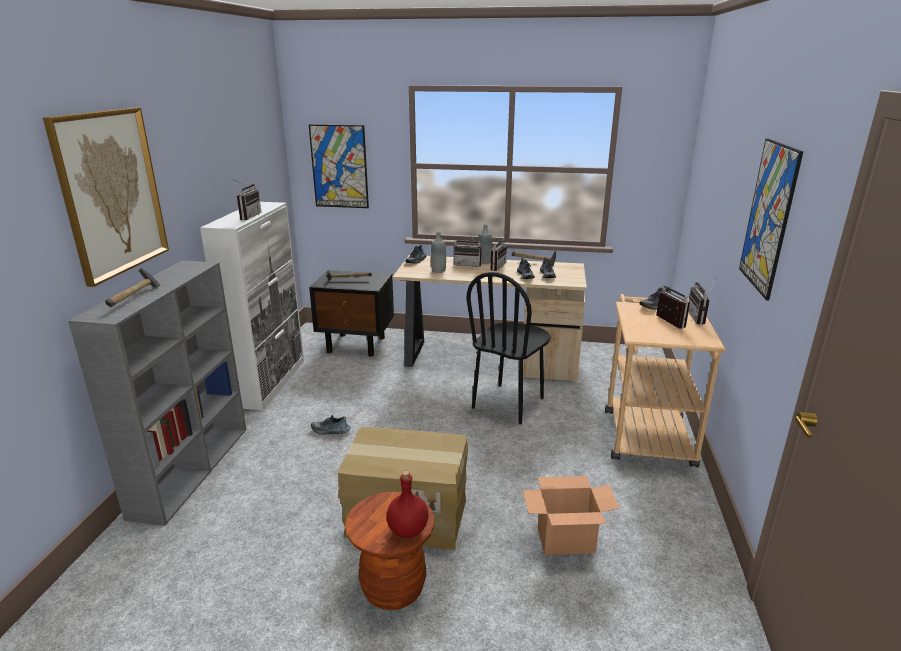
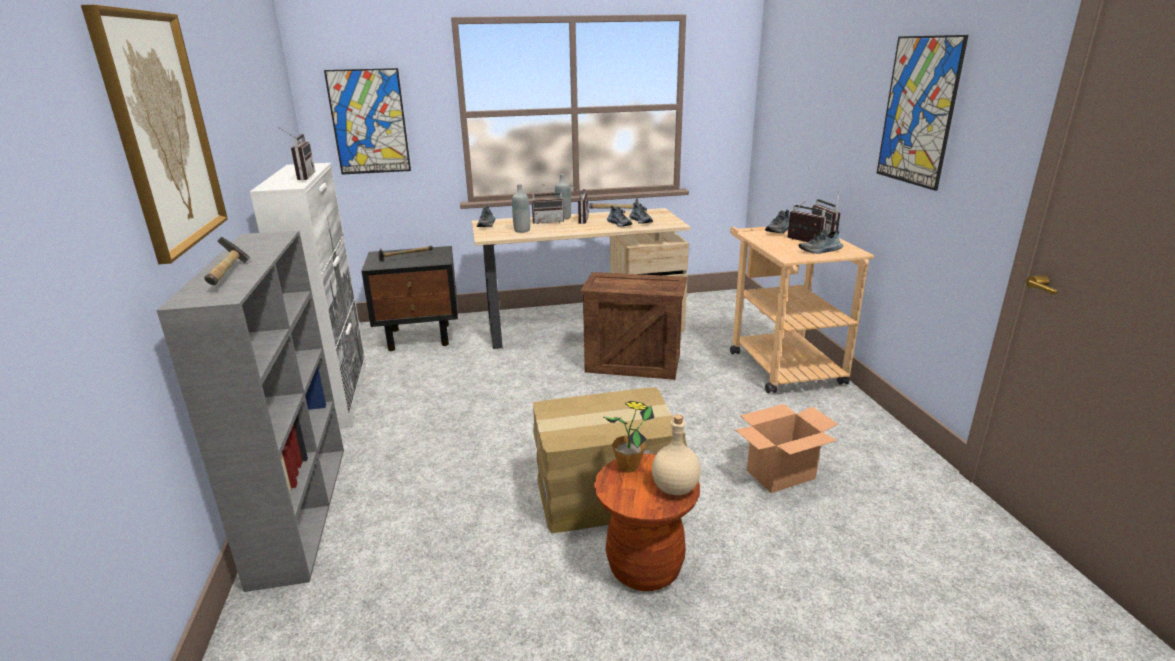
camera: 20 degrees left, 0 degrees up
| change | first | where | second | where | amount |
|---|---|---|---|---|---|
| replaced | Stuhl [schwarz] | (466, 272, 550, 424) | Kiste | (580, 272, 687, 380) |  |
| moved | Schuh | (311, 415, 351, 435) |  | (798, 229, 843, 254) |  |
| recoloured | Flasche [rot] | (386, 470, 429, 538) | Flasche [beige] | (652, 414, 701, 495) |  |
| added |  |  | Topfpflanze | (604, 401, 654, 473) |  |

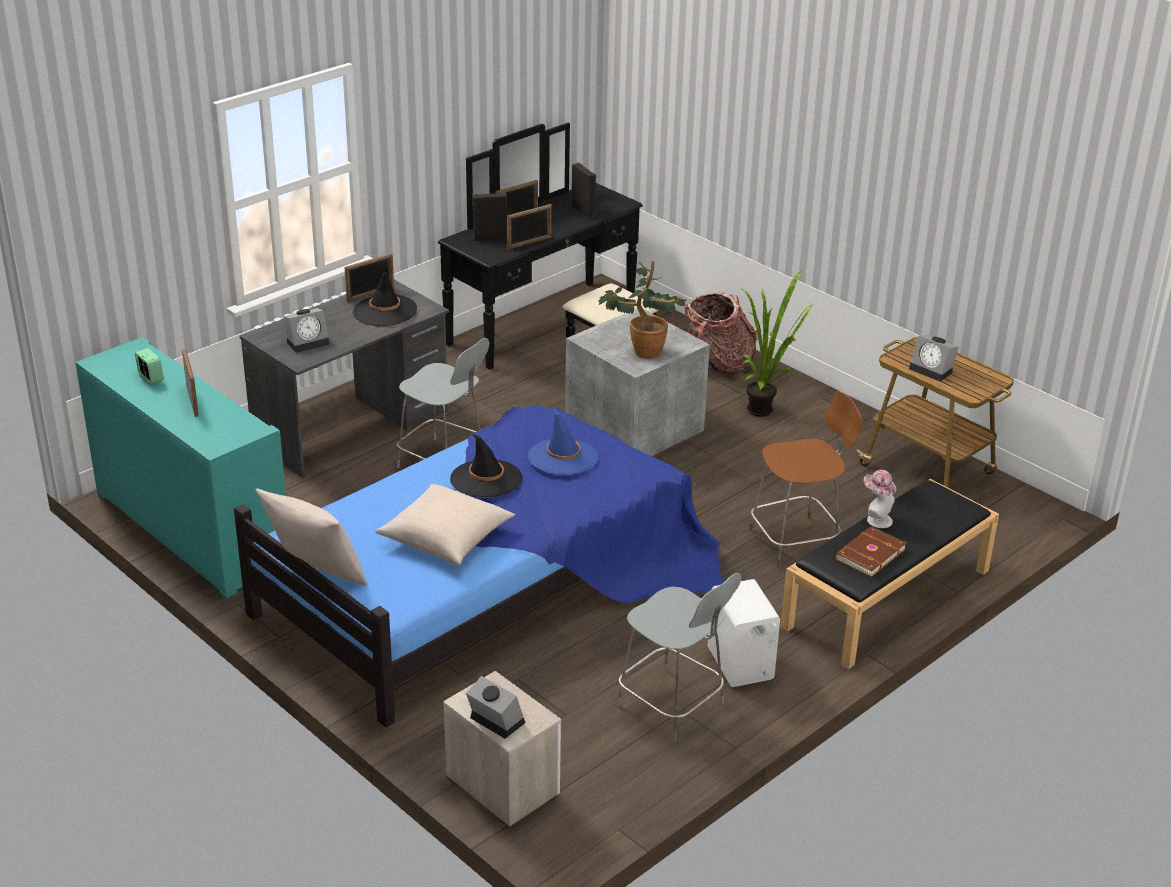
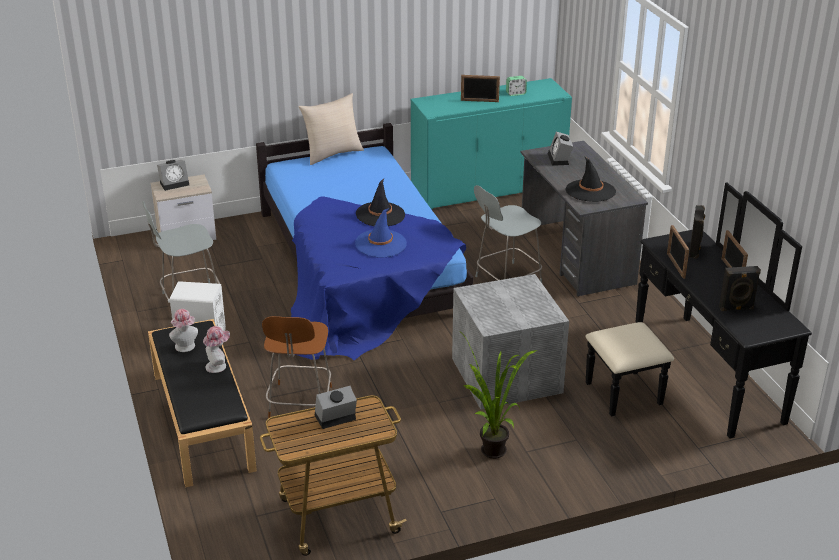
camera: 115 degrees right, 0 degrees up
| change | first | where | second | where | amount |
|---|---|---|---|---|---|
| removed | Bilderrahmen | (344, 253, 394, 302) |  |  |  |
| removed | Topfpflanze | (598, 261, 686, 359) |  |  |  |
| removed | Rucksack | (671, 291, 758, 375) |  |  |  |
| removed | Kissen [beige] | (375, 484, 515, 565) |  |  |  |
| replaced | Buch [braun] | (835, 526, 906, 577) | Hut | (169, 309, 198, 352) |  |

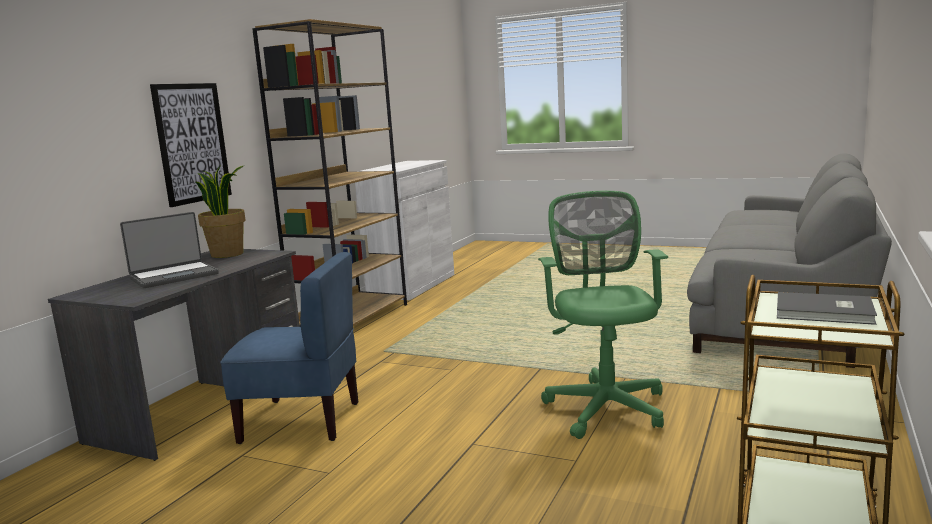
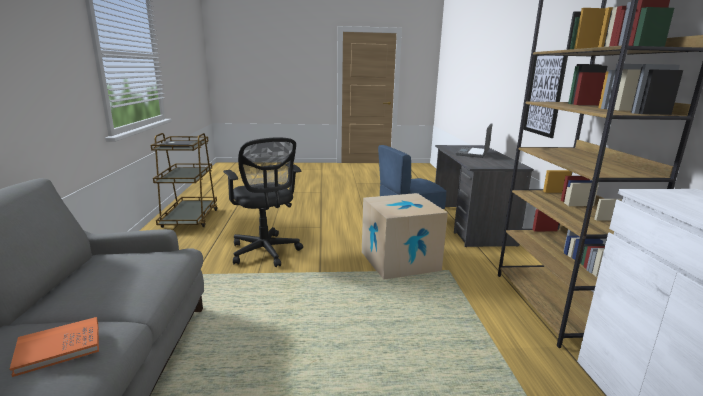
camera: 150 degrees right, 5 degrees up
| change | first | where | second | where | amount |
|---|---|---|---|---|---|
| removed | Topfpflanze | (195, 166, 246, 258) |  |  |  |
| recoloured | Bürostuhl [grün] | (538, 191, 668, 439) | Bürostuhl [schwarz] | (223, 138, 303, 267) |  |
| added |  |  | Karton | (362, 193, 448, 280) |  |
| added |  |  | Buch [orange] | (10, 317, 99, 377) |  |

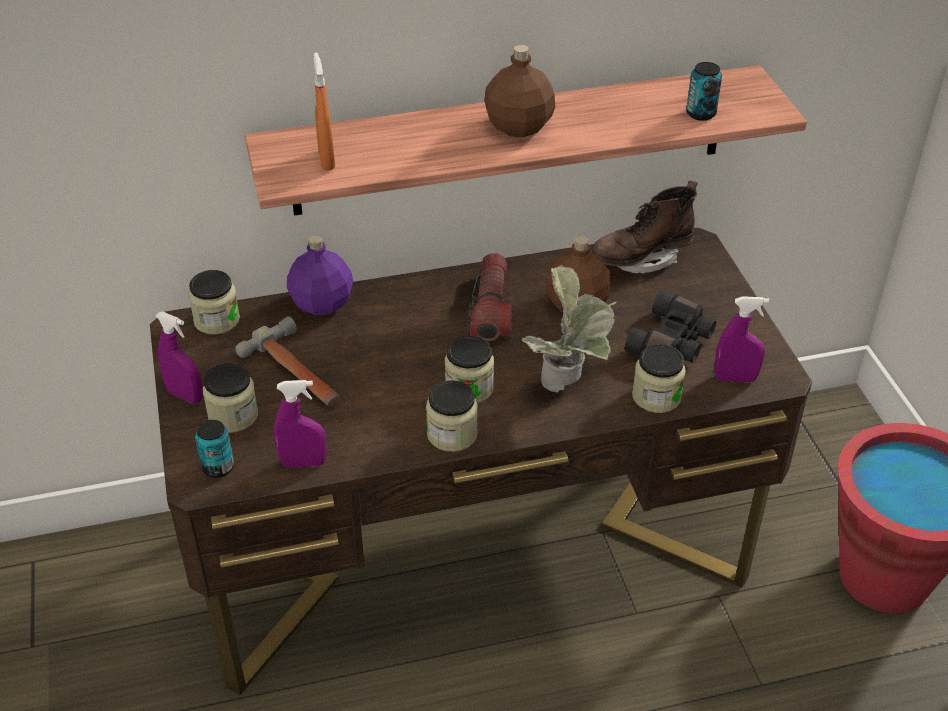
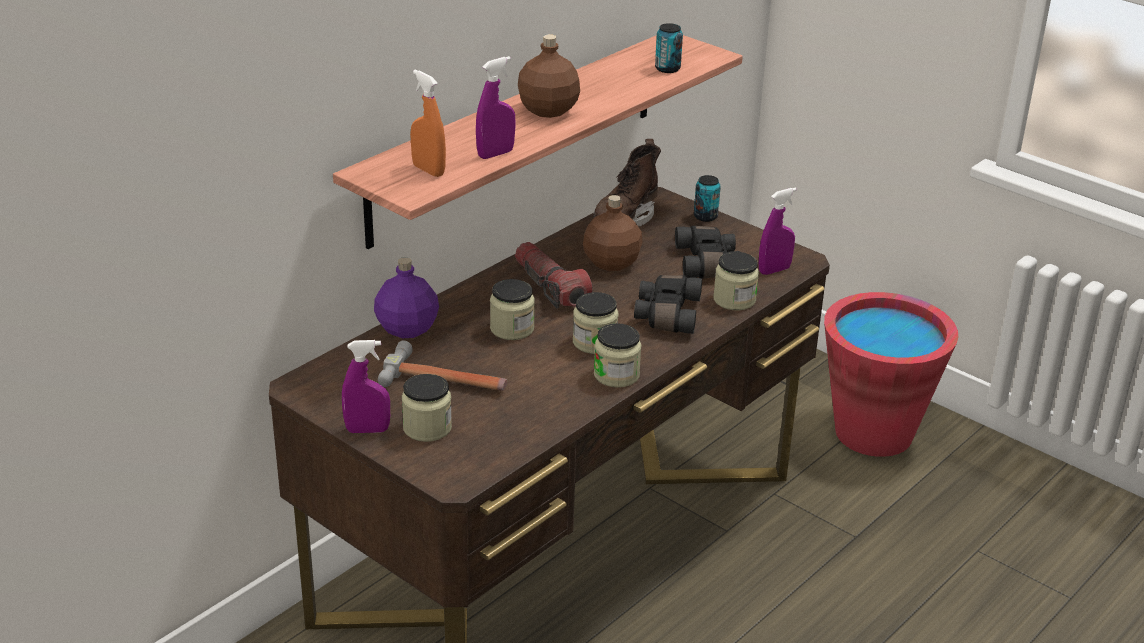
camera: 35 degrees left, 10 degrees down
| change | first | where | second | where | amount |
|---|---|---|---|---|---|
| replaced | Topfpflanze | (522, 265, 617, 393) | Fernglas [schwarz] | (634, 275, 702, 334) |  |
| moved | Vorratsglas | (188, 270, 240, 335) |  | (490, 279, 535, 340) |  |
| moved | Sprühflasche [lila] | (274, 380, 327, 468) |  | (476, 56, 516, 159) |  |
| moved | Dose | (195, 420, 234, 478) |  | (694, 175, 721, 222) |  |

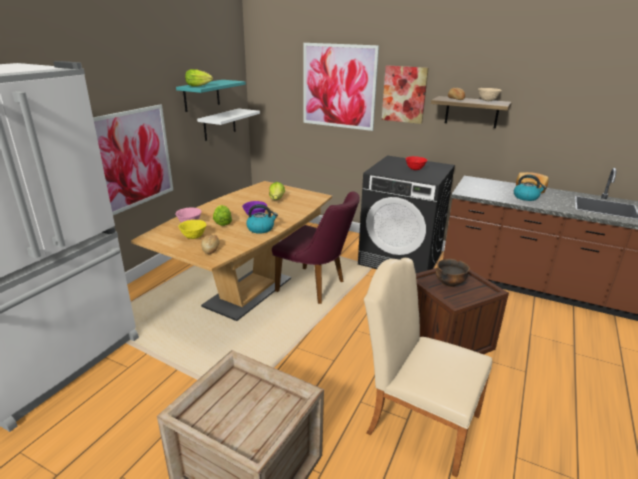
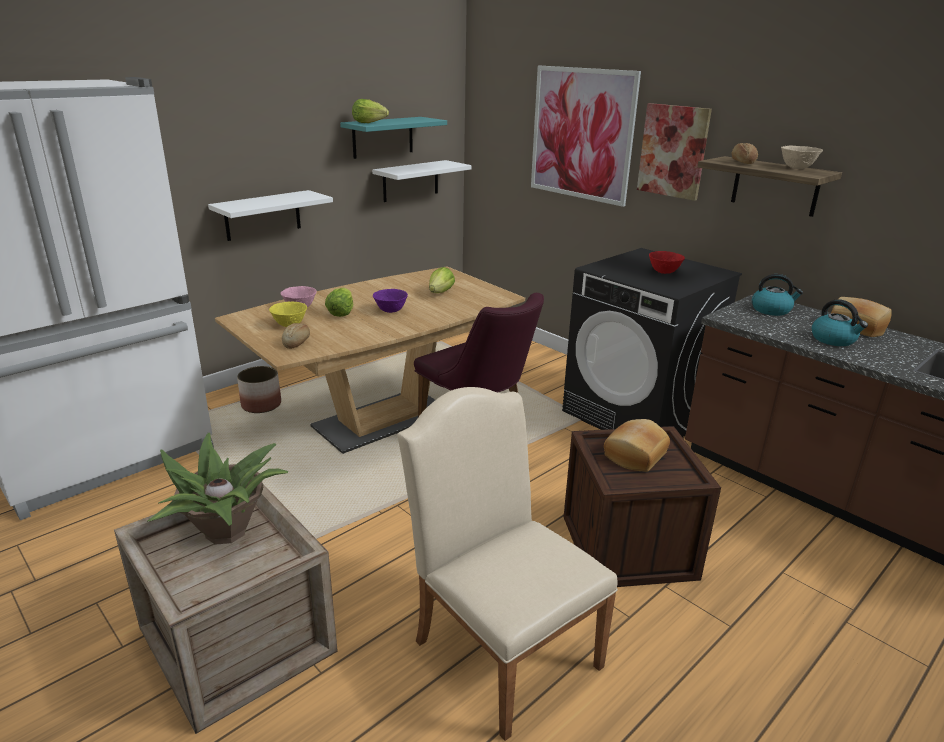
camera: 20 degrees right, 0 degrees up
| change | first | where | second | where | amount |
|---|---|---|---|---|---|
| replaced | Bild | (93, 104, 173, 215) | Wandregal [weiß] | (208, 190, 333, 241) |  |
| moved | Wasserkessel | (246, 204, 278, 234) |  | (752, 274, 803, 316) |  |
| replaced | Schüssel | (436, 259, 470, 287) | Brot | (604, 419, 670, 472) |  |
| added |  |  | Pflanzkübel | (237, 366, 281, 413) |  |
| added |  |  | Topfpflanze | (147, 433, 289, 545) |  |

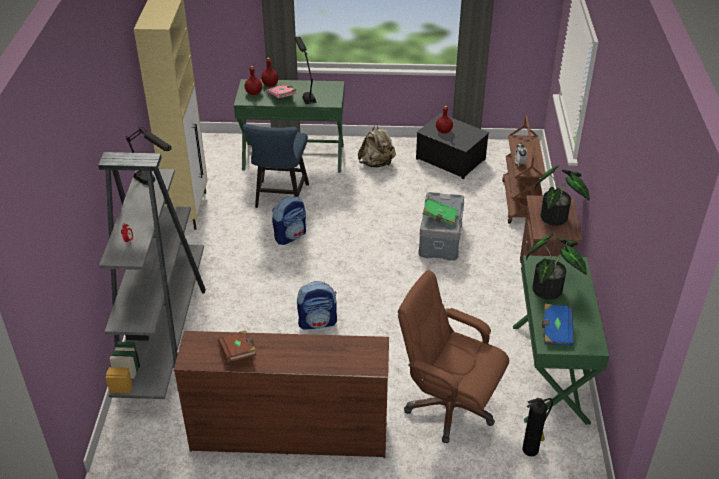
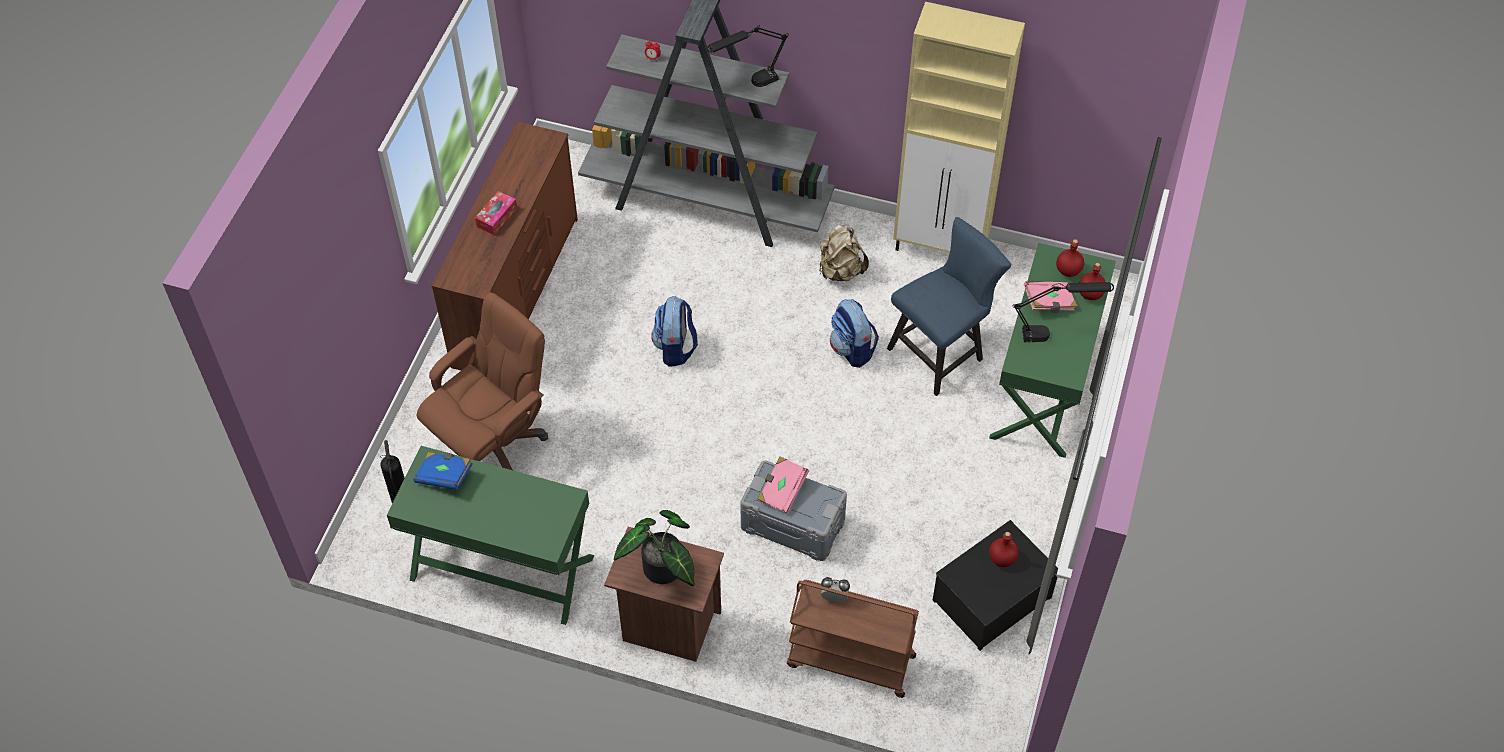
camera: 105 degrees right, 15 degrees up
| change | first | where | second | where | amount |
|---|---|---|---|---|---|
| turned | Stuhl [blau] | (242, 124, 309, 208) |  | (887, 217, 1011, 396) | 120 degrees clockwise |
| moved | Rucksack [beige] | (358, 124, 396, 167) |  | (819, 224, 869, 282) |  |
| recoloured | Buch [grün] | (422, 198, 458, 226) | Buch [rosa] | (757, 456, 809, 514) |  |
| removed | Topfpflanze | (526, 235, 587, 300) |  |  |  |
| removed | Buch [braun] | (218, 330, 256, 362) |  |  |  |
| added |  |  | Taschentuchbox | (475, 191, 517, 235) |  |

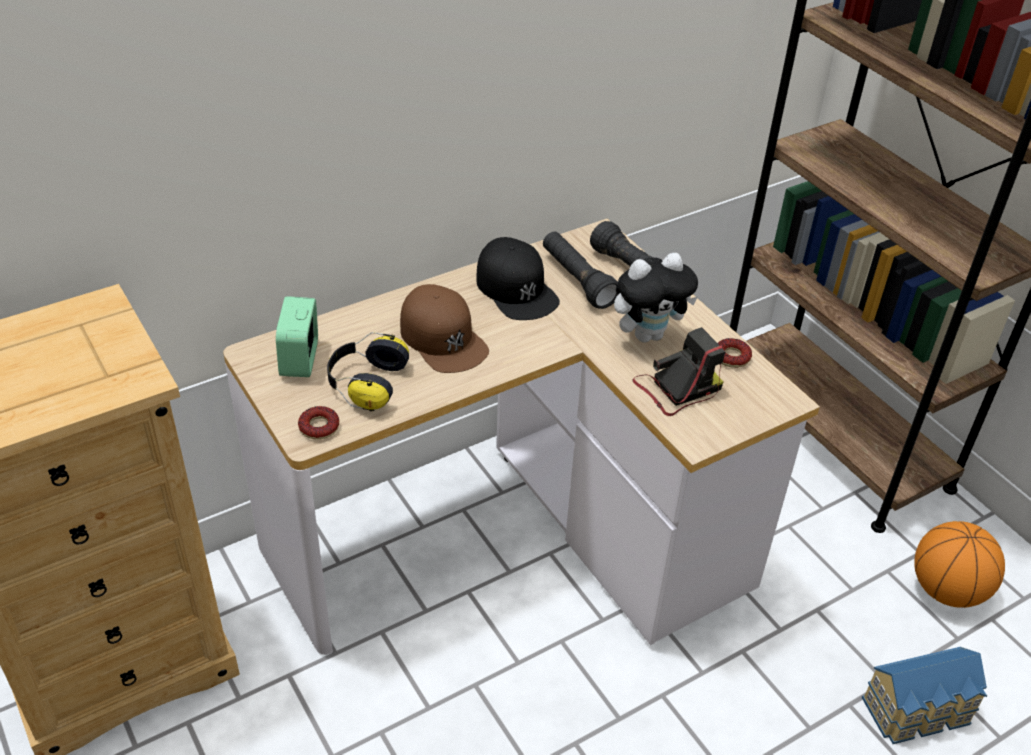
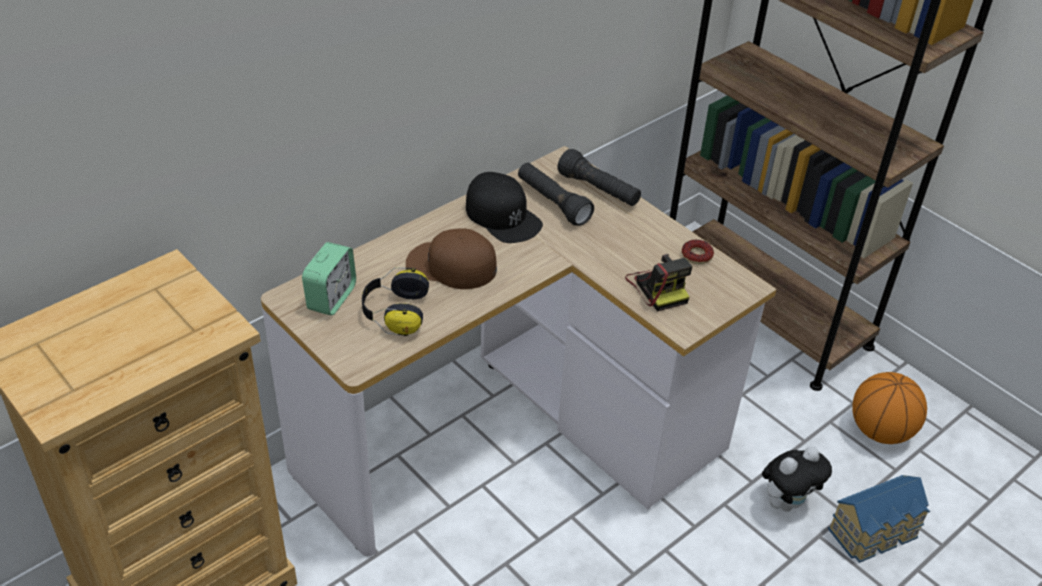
camera: 10 degrees left, 0 degrees up
| change | first | where | second | where | amount |
|---|---|---|---|---|---|
| moved | Plüschtier | (614, 253, 698, 342) |  | (762, 447, 832, 512) |  |
| turned | Kappe [braun] | (400, 284, 489, 373) |  | (406, 228, 497, 289) | 150 degrees clockwise |
| turned | Wecker | (276, 296, 318, 377) |  | (302, 242, 356, 316) | 150 degrees counterclockwise |
| turned | Kamera | (632, 327, 726, 416) |  | (625, 254, 692, 312) | 105 degrees clockwise |
| removed | Donut | (298, 406, 339, 439) |  |  |  |

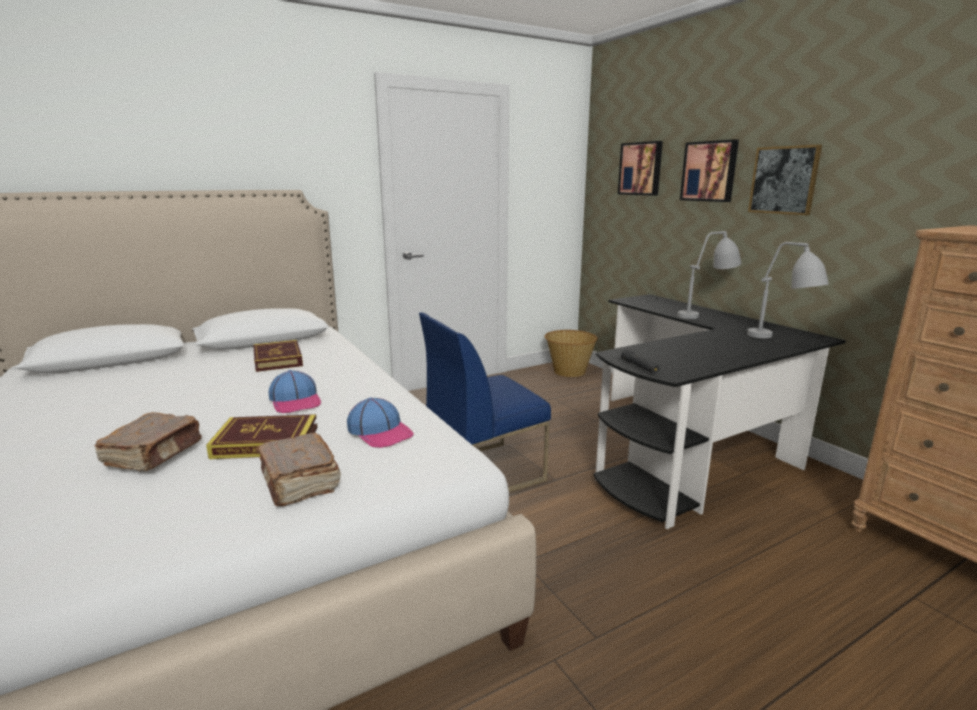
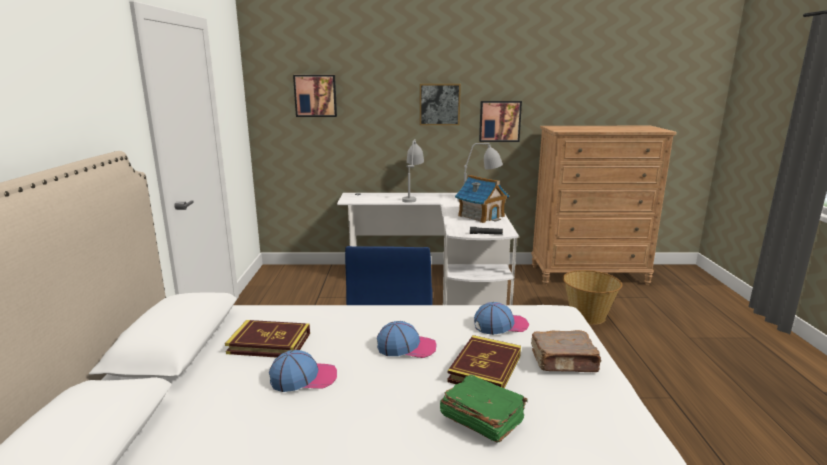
camera: 60 degrees left, 0 degrees up
| change | first | where | second | where | amount |
|---|---|---|---|---|---|
| moved | Bild | (680, 139, 739, 202) |  | (479, 101, 522, 142) |  |
| recoloured | Schreibtisch [schwarz] | (594, 294, 846, 529) | Schreibtisch [weiß] | (337, 193, 519, 305) |  |
| moved | Korb | (544, 330, 597, 377) |  | (563, 270, 622, 324) |  |
| recoloured | Buch [braun] | (94, 412, 202, 471) | Buch [grün] | (440, 375, 528, 443) |  |
| added |  |  | Spielzeughaus | (455, 175, 509, 223) |  |
| added |  |  | Kappe | (269, 350, 337, 392) |  |

